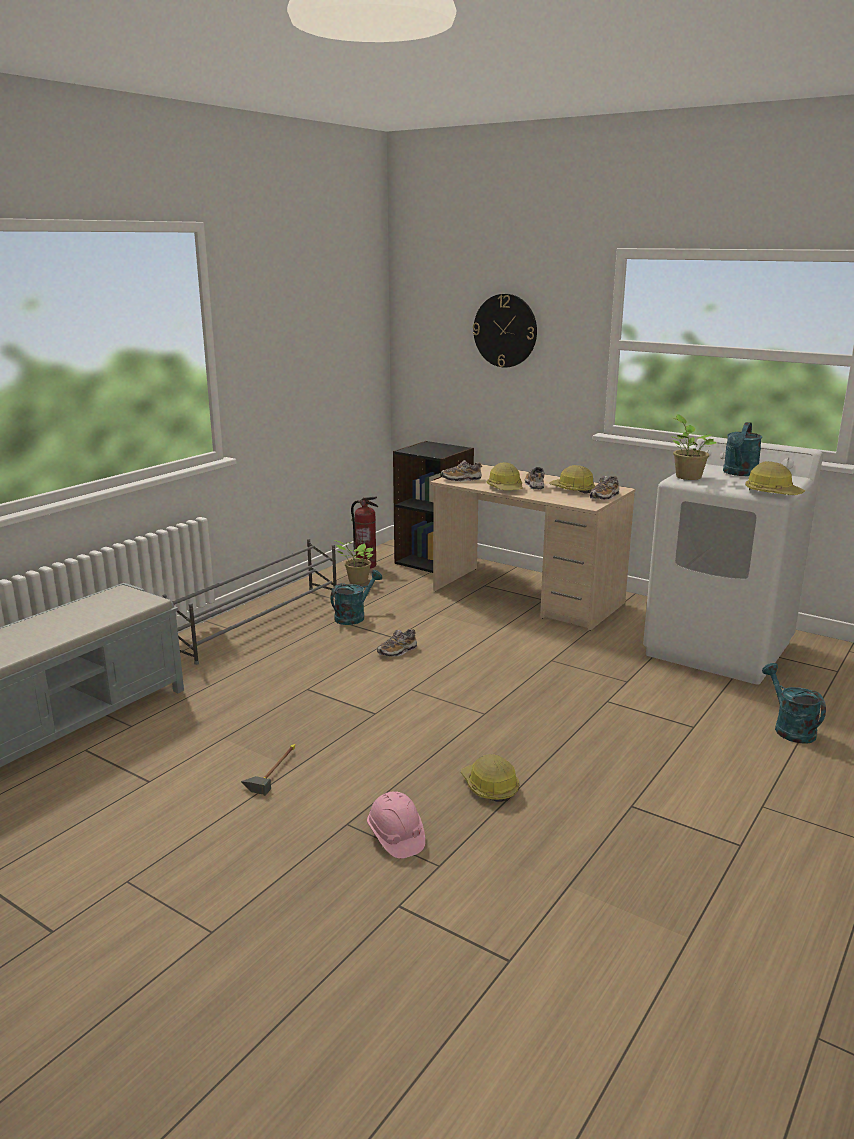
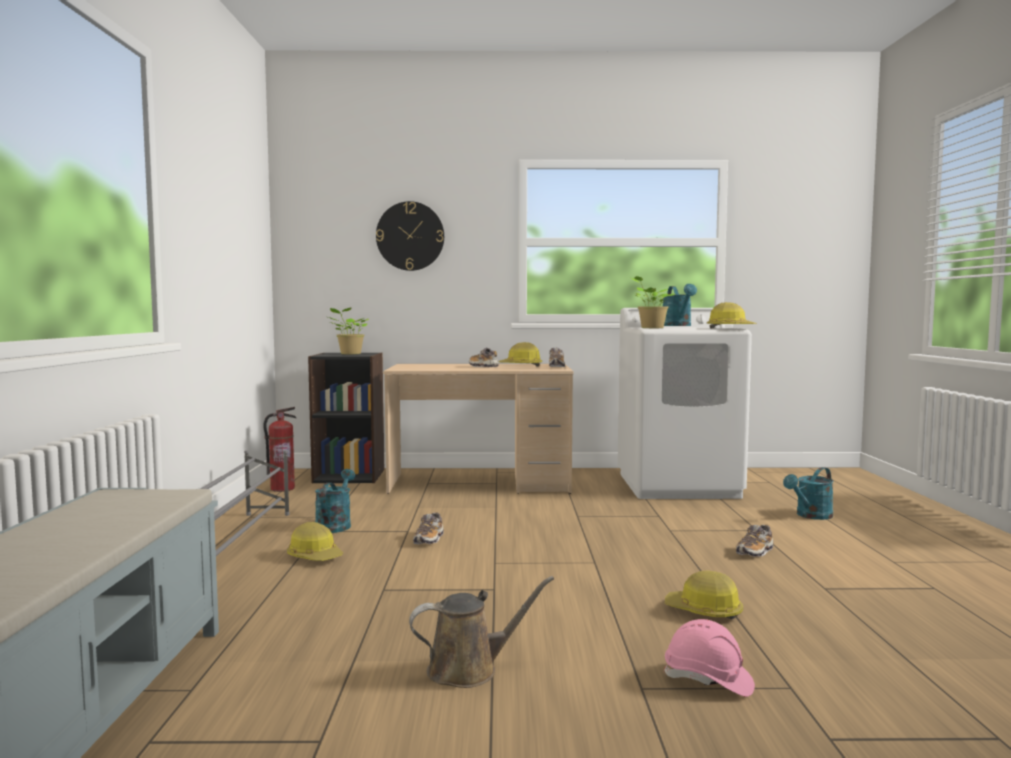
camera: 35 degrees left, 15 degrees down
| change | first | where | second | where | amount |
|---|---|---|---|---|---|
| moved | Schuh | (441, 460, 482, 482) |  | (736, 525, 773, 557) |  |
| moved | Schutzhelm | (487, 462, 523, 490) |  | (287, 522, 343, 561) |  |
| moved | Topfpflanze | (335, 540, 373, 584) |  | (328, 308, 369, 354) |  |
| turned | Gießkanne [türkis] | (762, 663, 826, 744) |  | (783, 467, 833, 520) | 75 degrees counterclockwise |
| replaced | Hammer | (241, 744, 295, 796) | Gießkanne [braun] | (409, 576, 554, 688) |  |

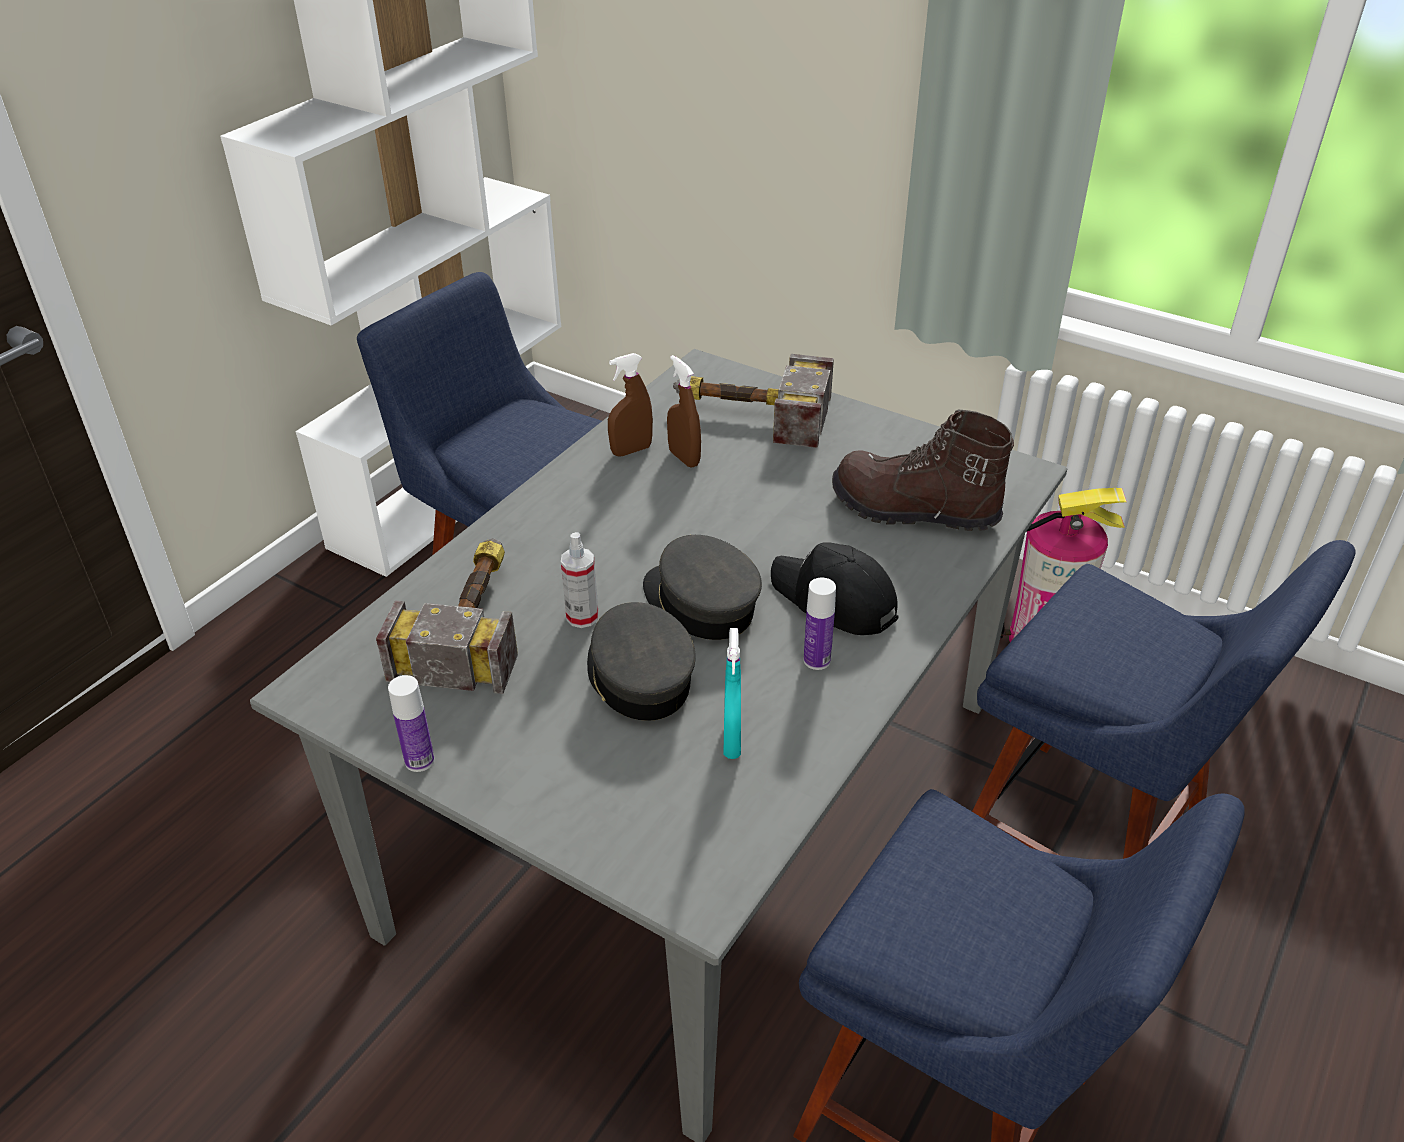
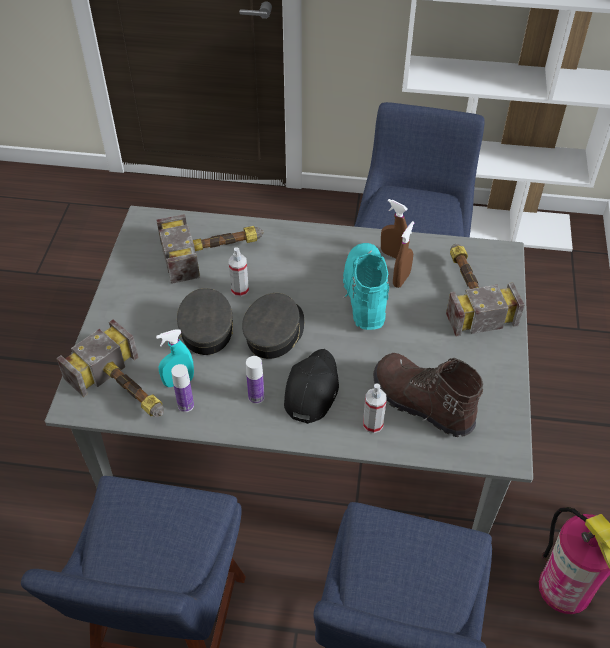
camera: 65 degrees right, 10 degrees up
| change | first | where | second | where | amount |
|---|---|---|---|---|---|
| turned | Stiefel [braun] | (832, 410, 1014, 531) |  | (373, 353, 483, 437) | 45 degrees counterclockwise |
| turned | Kappe [grau] | (587, 602, 696, 721) |  | (177, 288, 233, 355) | 45 degrees counterclockwise |
| moved | Flasche | (388, 675, 435, 772) |  | (171, 364, 194, 412) |  |
| added |  |  | Stiefel [türkis] | (343, 243, 389, 330) |  |
| added |  |  | Hammer | (56, 319, 164, 417) |  |
| added |  |  | Sprühflasche | (363, 383, 387, 433) |  |

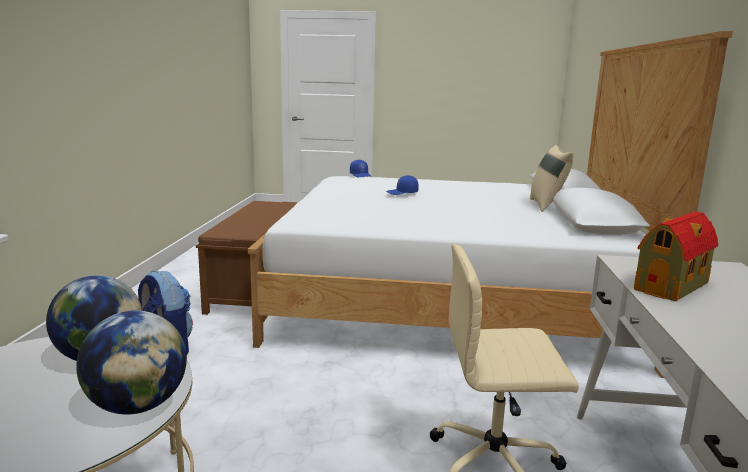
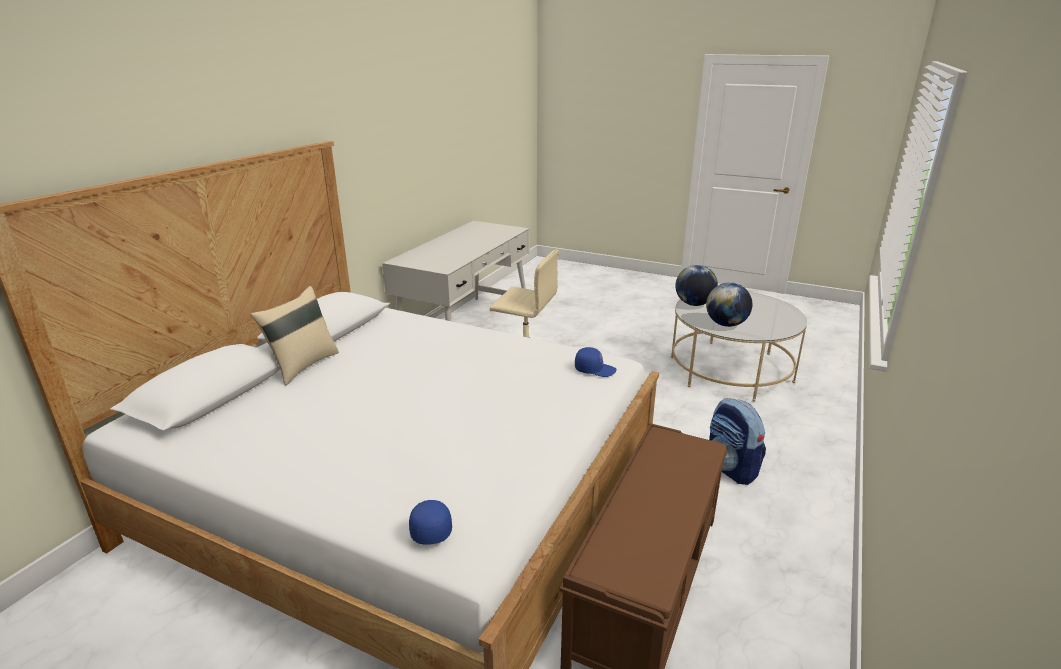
camera: 160 degrees left, 10 degrees up
| change | first | where | second | where | amount |
|---|---|---|---|---|---|
| moved | Kappe [blau] | (386, 175, 419, 195) |  | (575, 347, 617, 377) |  |
| removed | Spielzeughaus | (634, 211, 718, 301) |  |  |  |

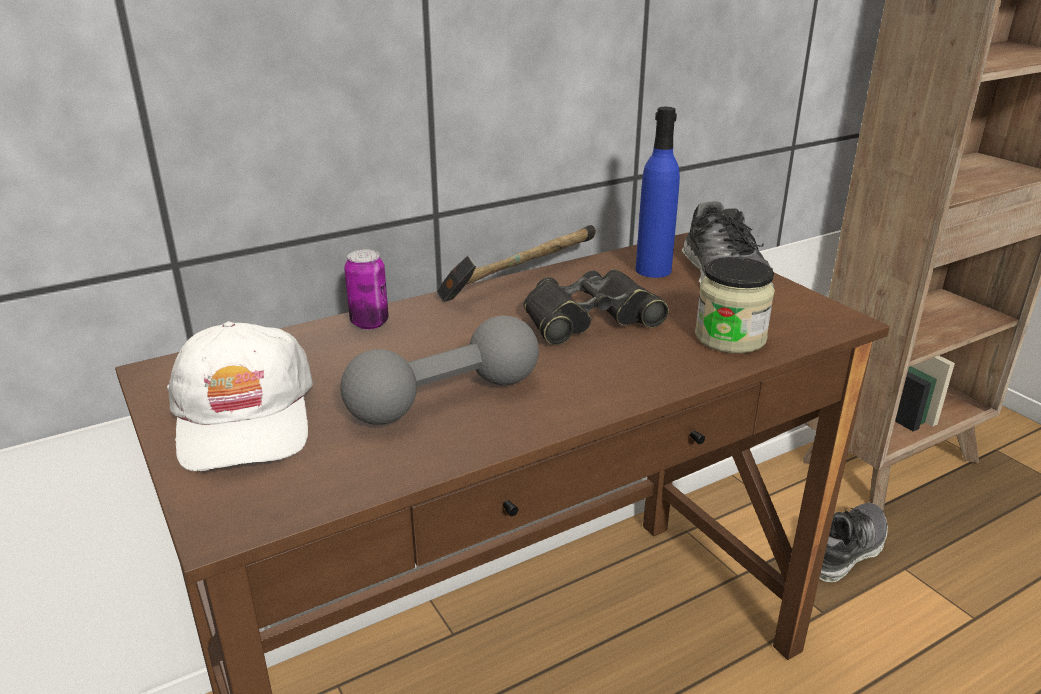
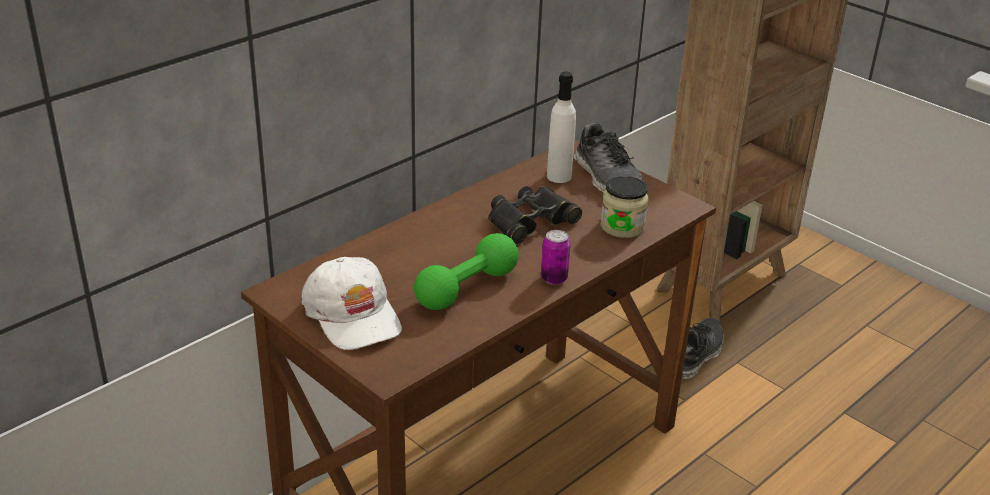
camera: 15 degrees left, 5 degrees up
| change | first | where | second | where | amount |
|---|---|---|---|---|---|
| recoloured | Flasche [blau] | (636, 107, 680, 278) | Flasche [weiß] | (547, 72, 576, 183) |  |
| removed | Hammer | (437, 225, 596, 302) |  |  |  |
| moved | Dose | (344, 249, 389, 329) |  | (541, 230, 571, 285) |  |
| recoloured | Hantel [grau] | (341, 315, 539, 425) | Hantel [grün] | (414, 233, 519, 310) |  |

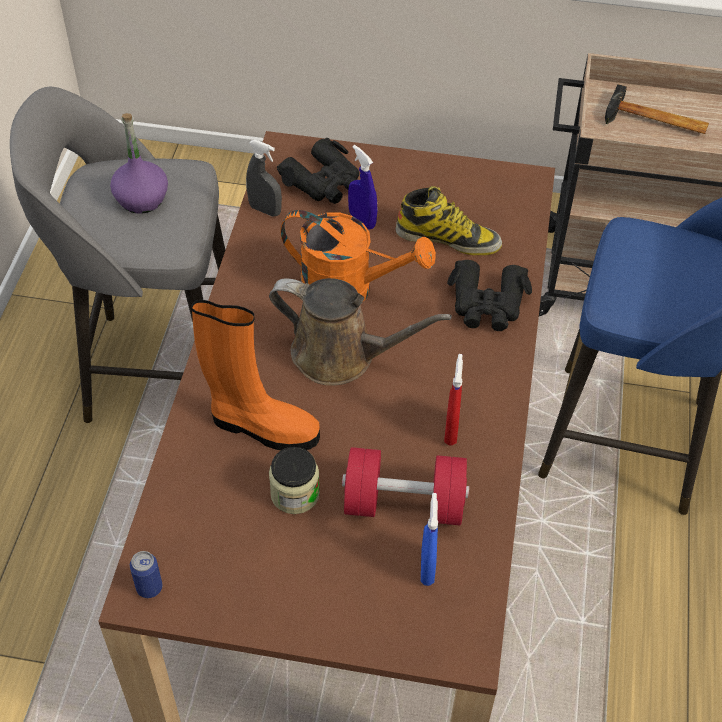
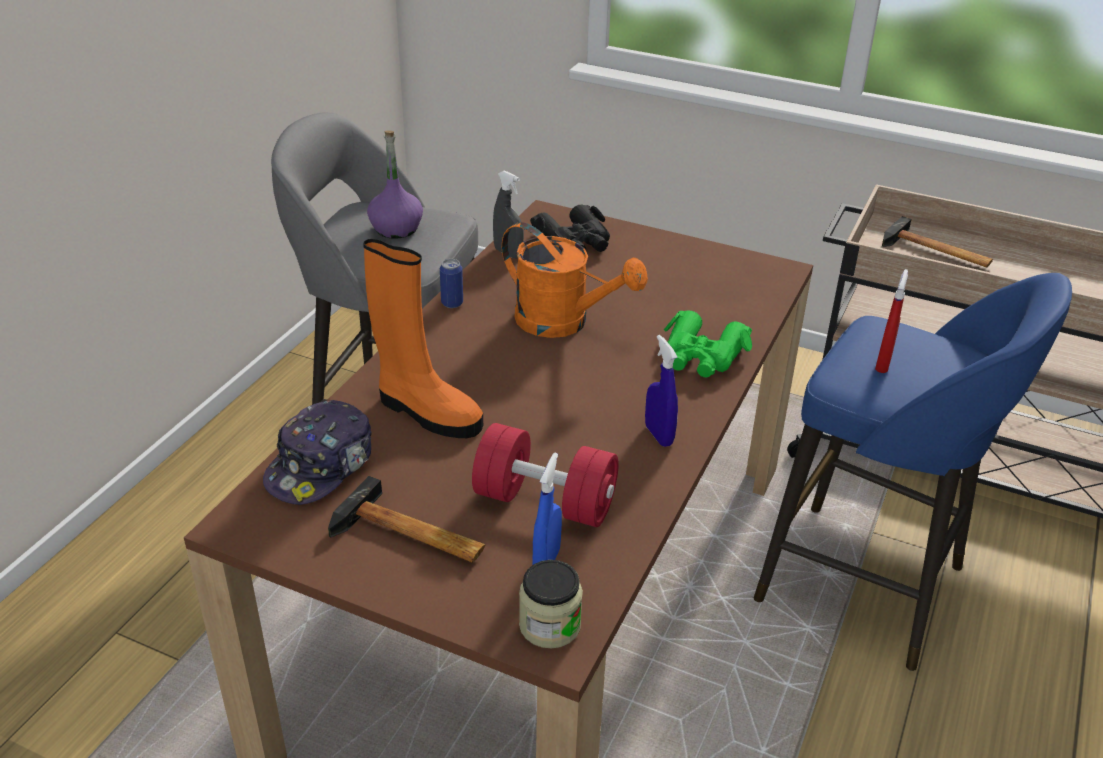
camera: 15 degrees right, 15 degrees down
| change | first | where | second | where | amount |
|---|---|---|---|---|---|
| moved | Sprühflasche [blau] | (348, 145, 377, 230) |  | (645, 335, 678, 447) |  |
| removed | Stiefel | (395, 186, 502, 255) |  |  |  |
| recoloured | Fernglas [schwarz] | (447, 260, 532, 331) | Fernglas [grün] | (664, 310, 752, 378) |  |
| removed | Gießkanne [braun] | (269, 278, 452, 386) |  |  |  |
| moved | Sprühflasche [rot] | (444, 354, 463, 446) |  | (875, 269, 908, 373) |  |
| moved | Vorratsglas | (269, 447, 320, 514) |  | (519, 560, 583, 649) |  |
| moved | Dose | (130, 551, 162, 598) |  | (440, 259, 463, 308) |  |
| added |  |  | Kappe | (263, 400, 372, 505) |  |
| added |  |  | Hammer | (328, 476, 485, 563) |  |

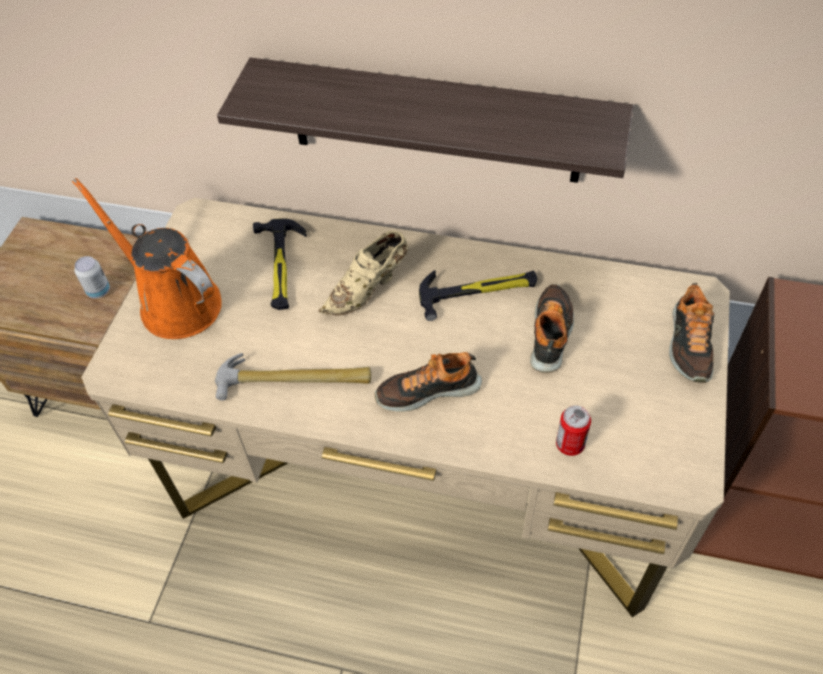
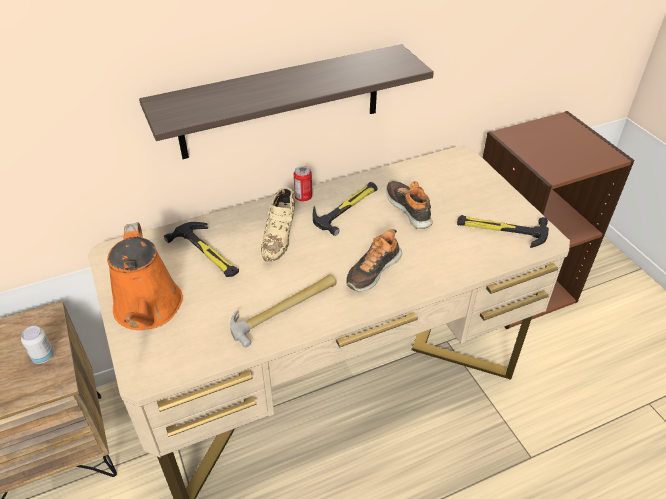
camera: 40 degrees left, 10 degrees down
| change | first | where | second | where | amount |
|---|---|---|---|---|---|
| turned | Gießkanne [orange] | (72, 178, 222, 339) |  | (107, 222, 183, 330) | 105 degrees counterclockwise |
| removed | Schuh | (669, 283, 714, 383) |  |  |  |
| moved | Dose | (556, 406, 591, 456) |  | (294, 166, 312, 201) |  |
| added |  |  | Hammer | (457, 215, 549, 248) |  |

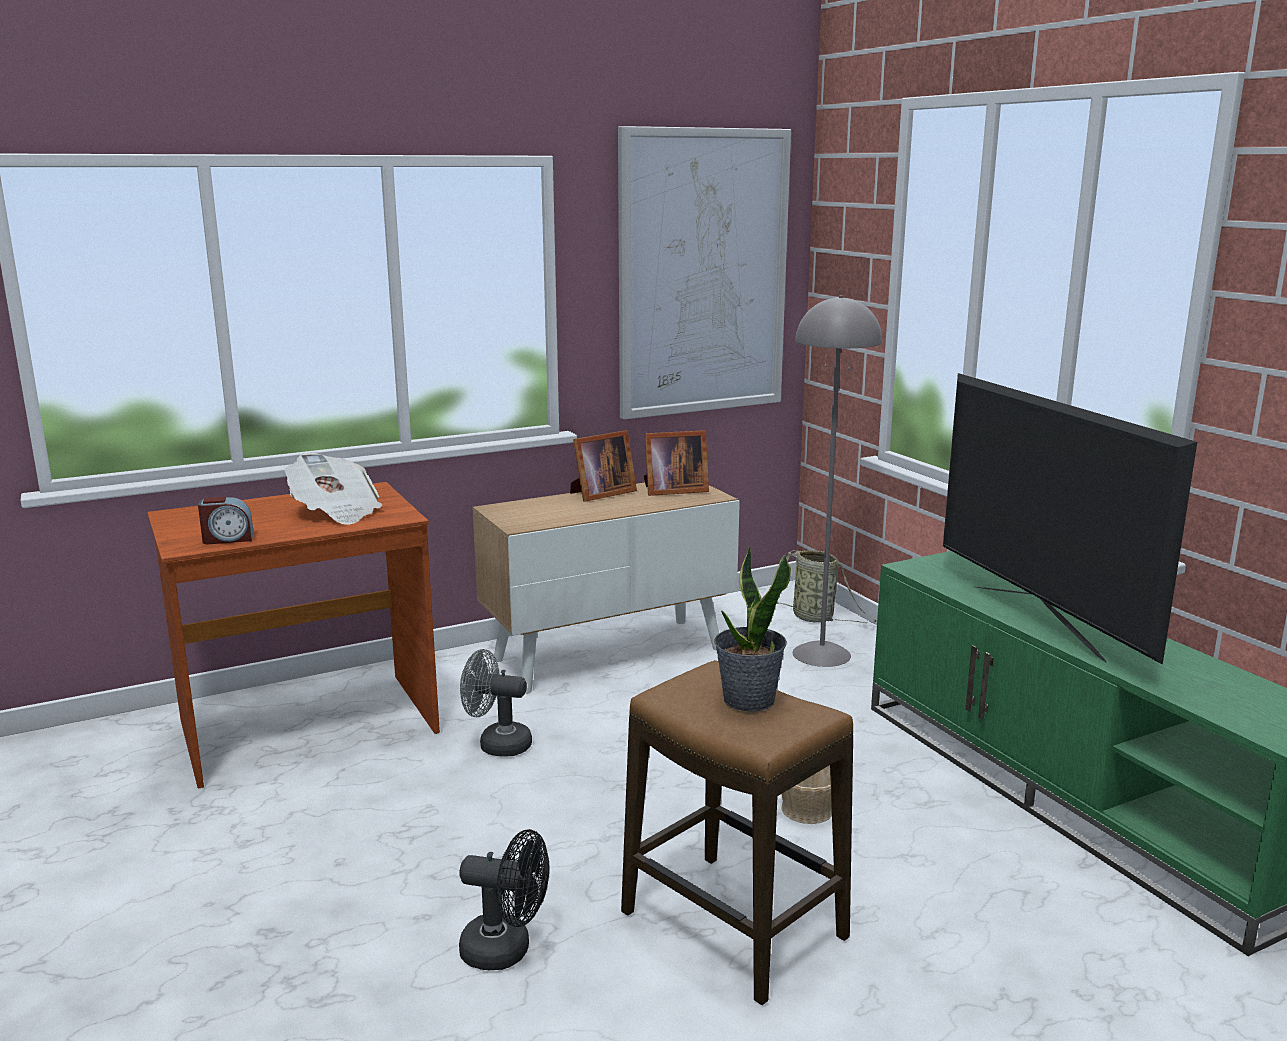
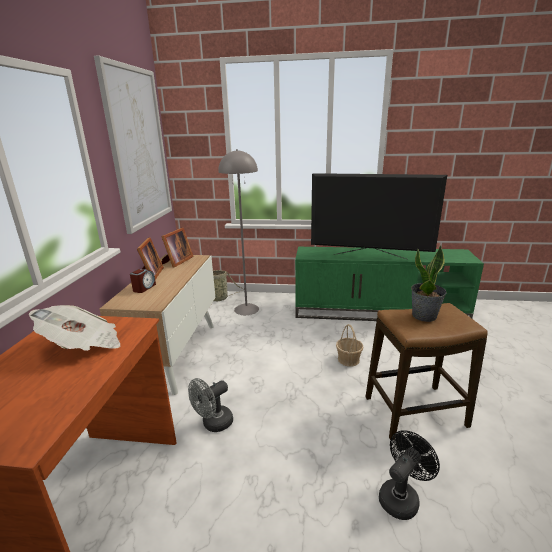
camera: 55 degrees left, 5 degrees up
| change | first | where | second | where | amount |
|---|---|---|---|---|---|
| moved | Wecker | (198, 497, 254, 544) |  | (130, 269, 156, 293) |  |

